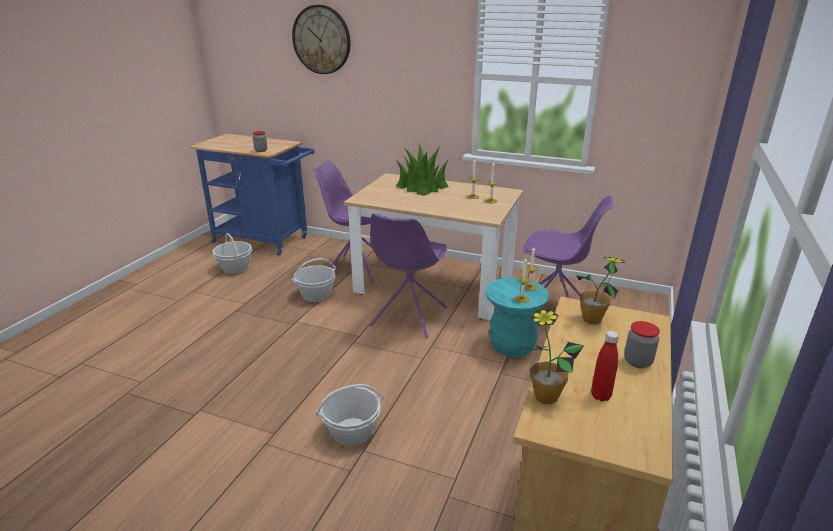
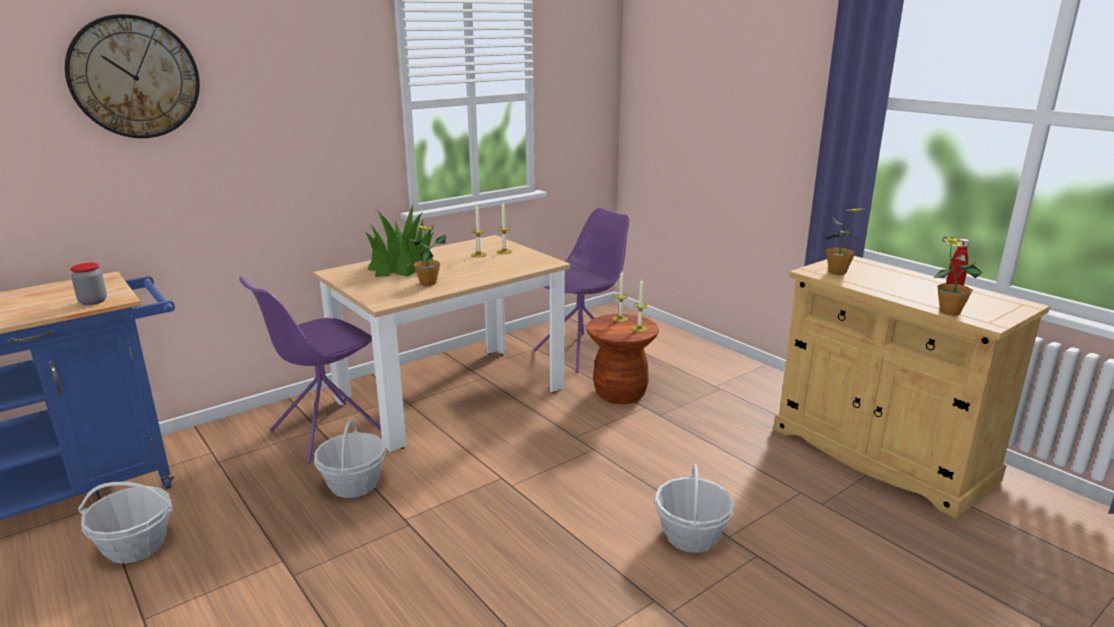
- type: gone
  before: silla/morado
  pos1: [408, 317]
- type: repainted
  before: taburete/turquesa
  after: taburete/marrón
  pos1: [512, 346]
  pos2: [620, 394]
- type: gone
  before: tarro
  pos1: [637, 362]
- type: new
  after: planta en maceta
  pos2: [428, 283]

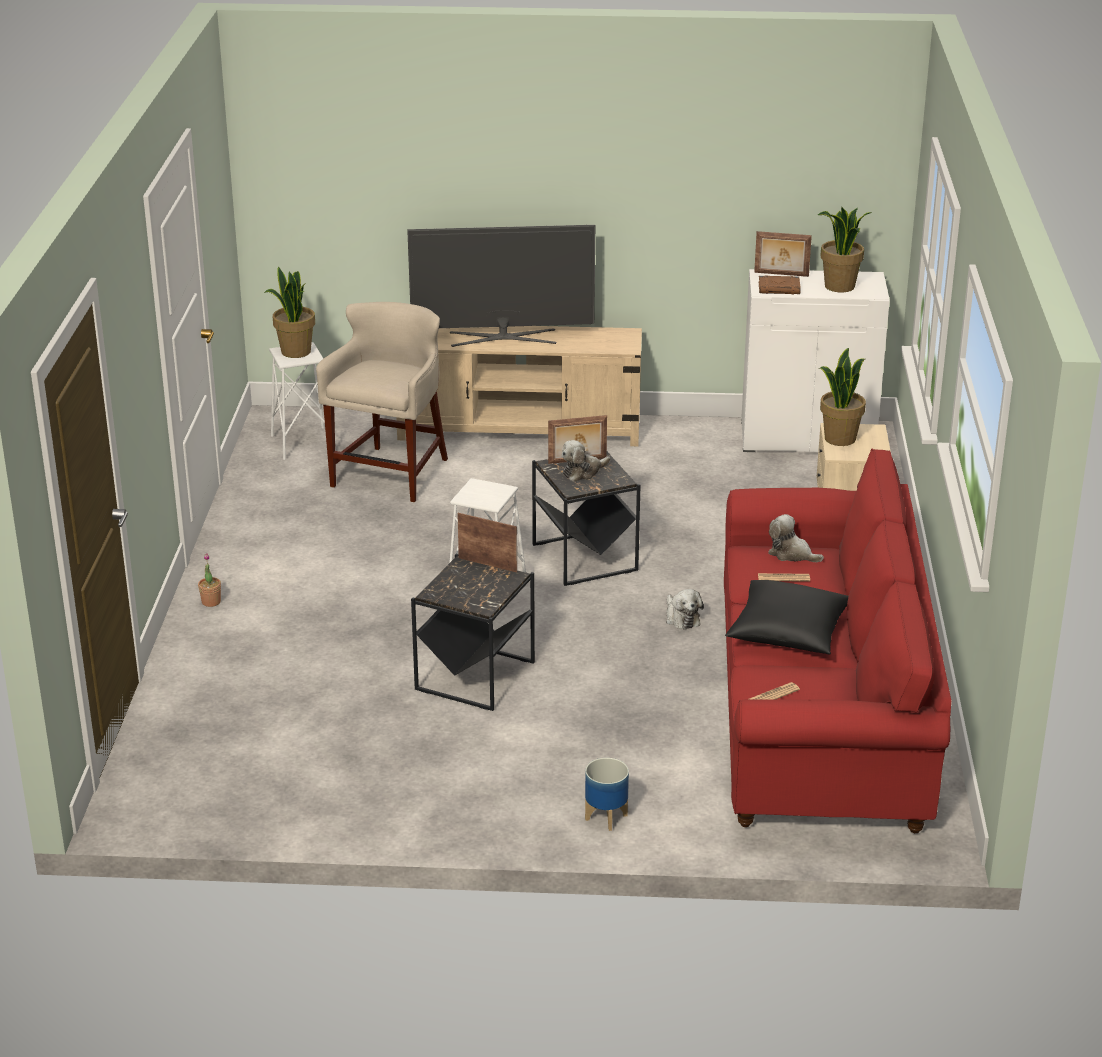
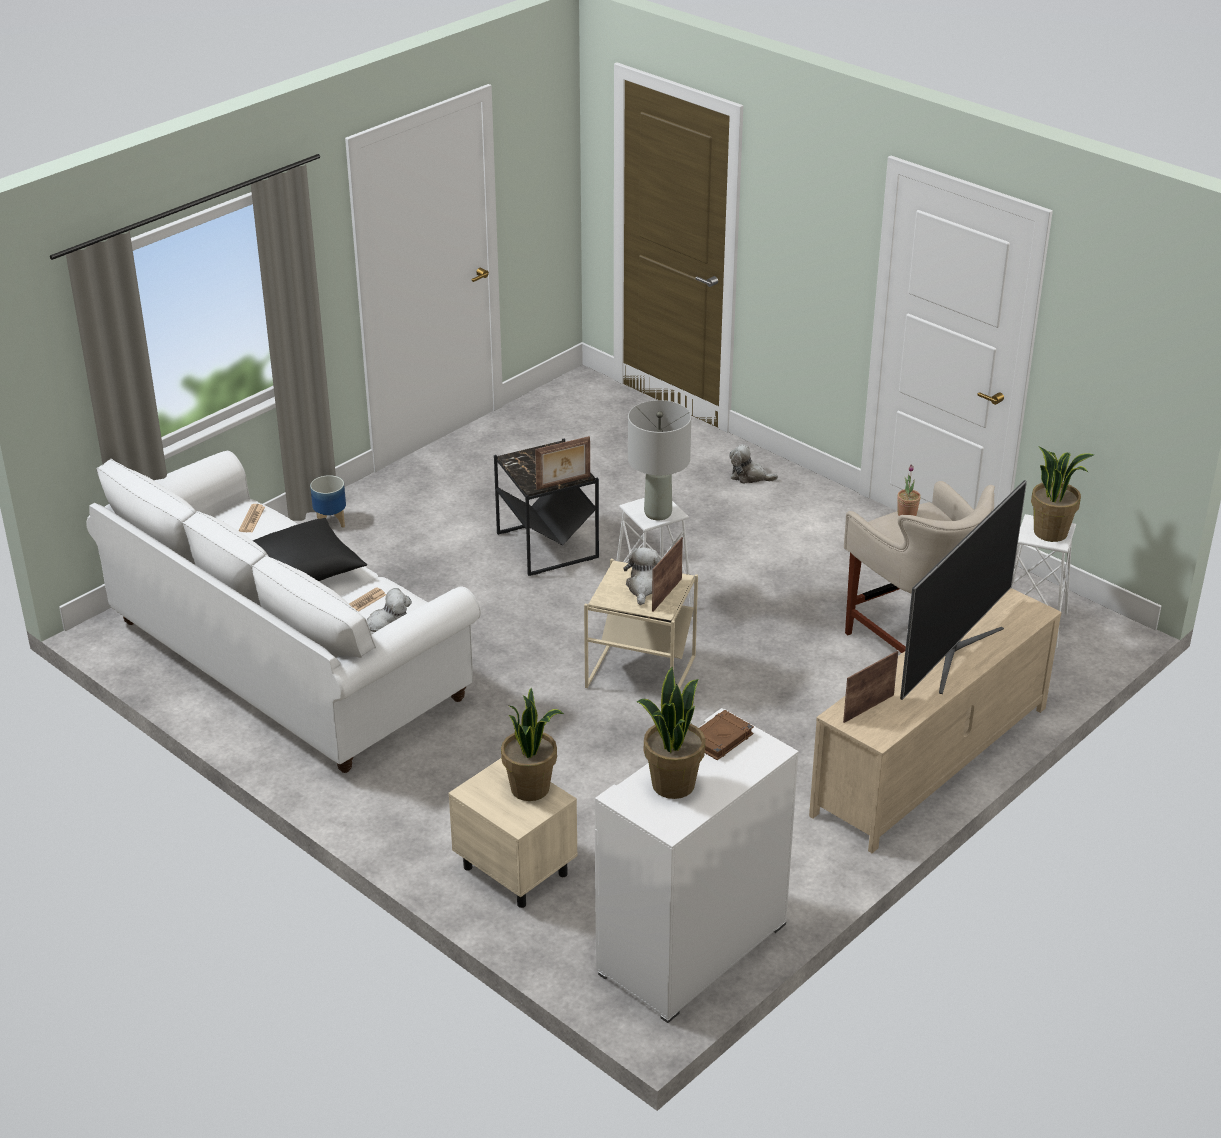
- type: shifted
  before: portarretratos
  pos1: [781, 274]
  pos2: [867, 708]
- type: repainted
  before: sofá/rojo
  after: sofá/blanco
  pos1: [818, 715]
  pos2: [289, 661]
- type: repainted
  before: mesa auxiliar/negro
  after: mesa auxiliar/beis
  pos1: [585, 557]
  pos2: [641, 673]
- type: shifted
  before: planta en maceta
  pos1: [211, 602]
  pos2: [907, 514]
- type: shifted
  before: peluche
  pos1: [681, 618]
  pos2: [749, 476]
- type: new
  after: lámpara de mesa/gris
  pos2: [658, 513]

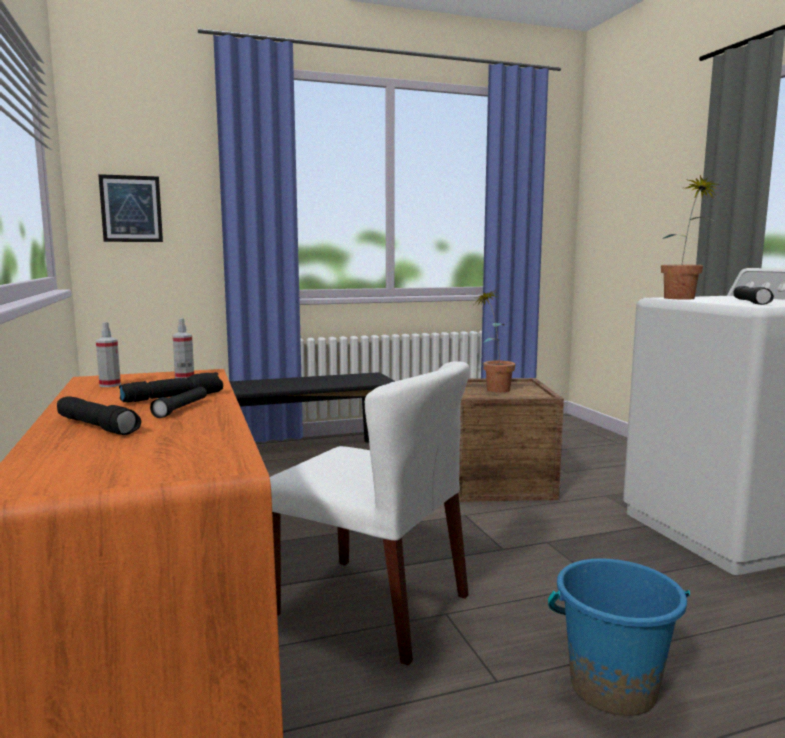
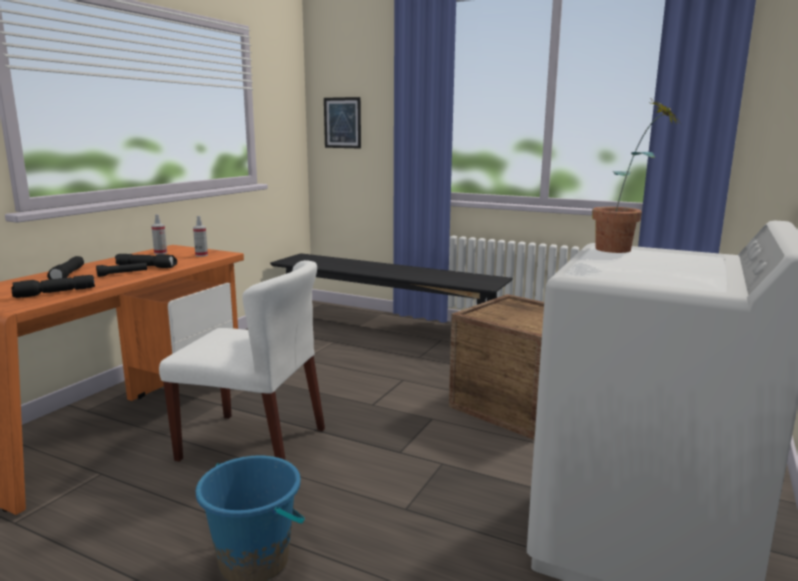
- type: shifted
  before: linterna/negro
  pos1: [751, 302]
  pos2: [54, 293]
- type: gone
  before: planta en maceta
  pos1: [493, 388]
- type: rotated
  before: silla/blanco
  pos1: [373, 606]
  pos2: [254, 444]
  turn: -60

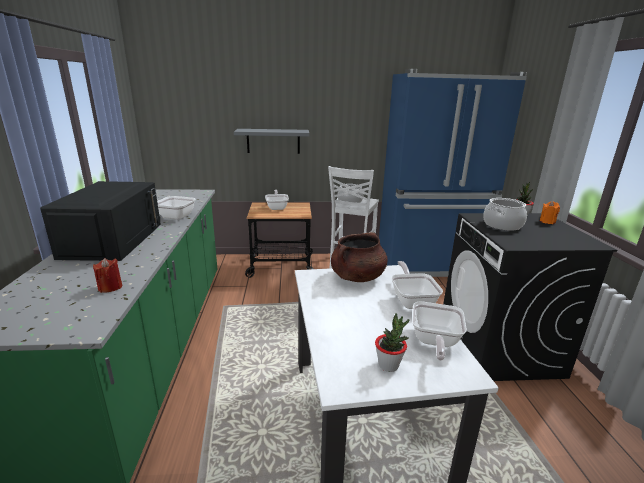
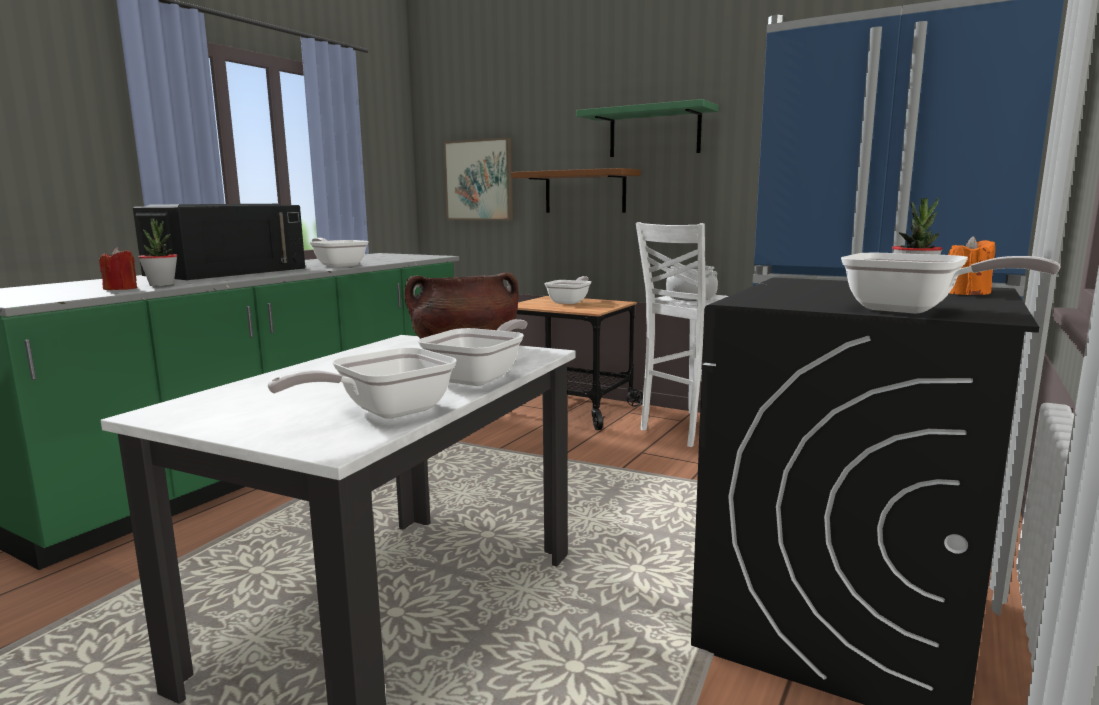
- type: repainted
  before: estante/gris
  after: estante/marrón
  pos1: [273, 141]
  pos2: [585, 192]
- type: gone
  before: olla
  pos1: [502, 225]
- type: shifted
  before: planta en maceta
  pos1: [388, 365]
  pos2: [162, 285]
- type: new
  after: estante/verde
  pos2: [654, 132]
- type: new
  after: cuadro
  pos2: [479, 180]
- type: new
  after: sartén
  pos2: [913, 310]

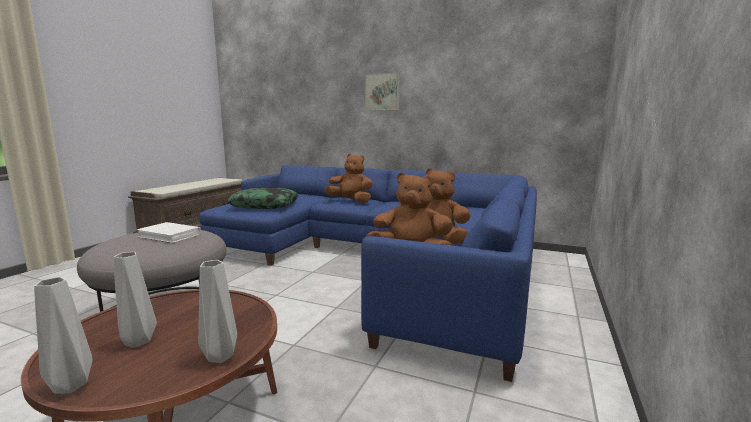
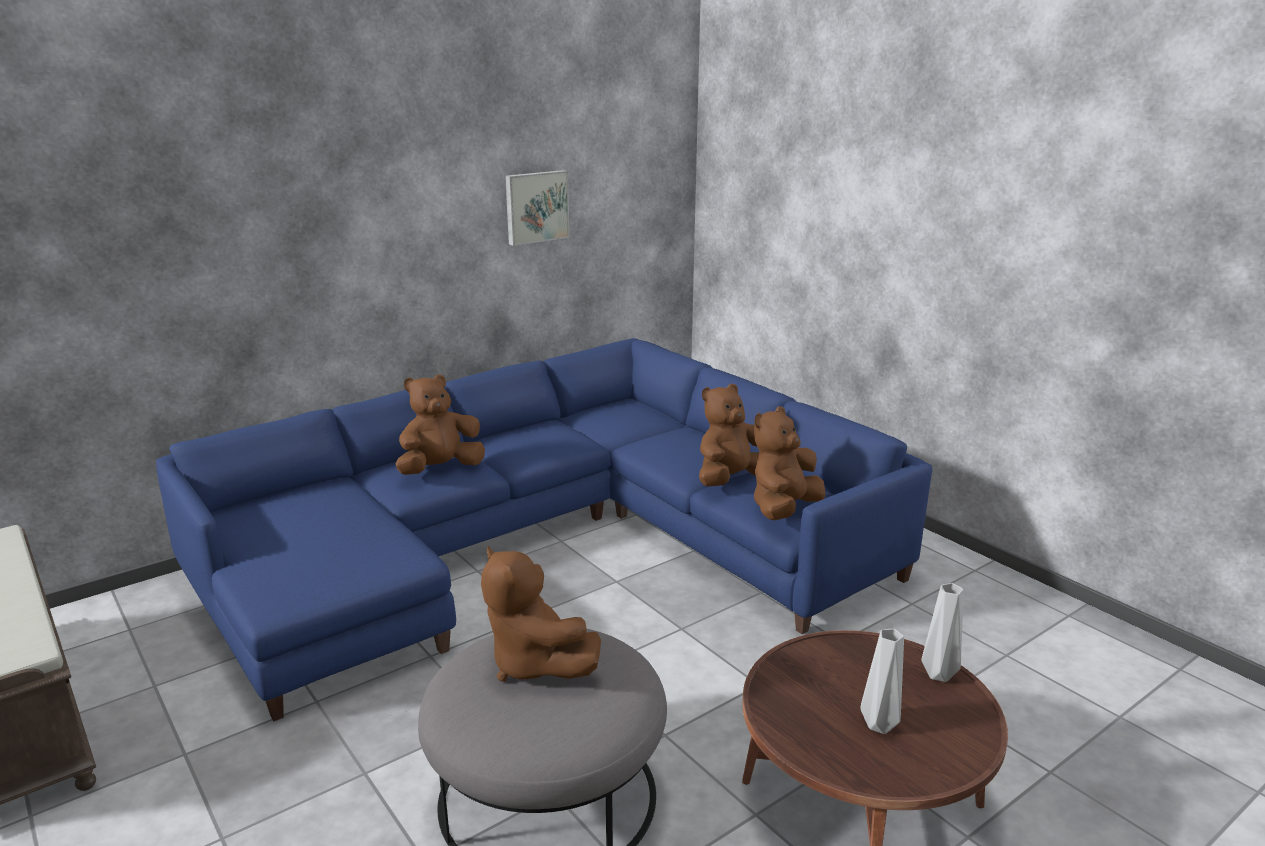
- type: shifted
  before: cuadro
  pos1: [382, 92]
  pos2: [536, 207]
- type: gone
  before: cojín
  pos1: [265, 205]
- type: swapped
  before: libro/blanco
  after: peluche/marrón
  pos1: [170, 236]
  pos2: [534, 664]
- type: gone
  before: florero/gris
  pos1: [72, 386]

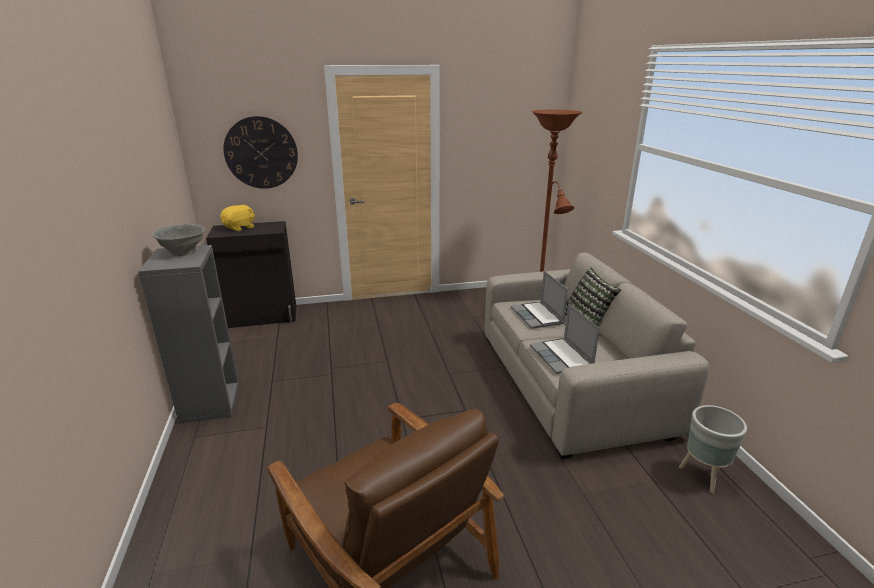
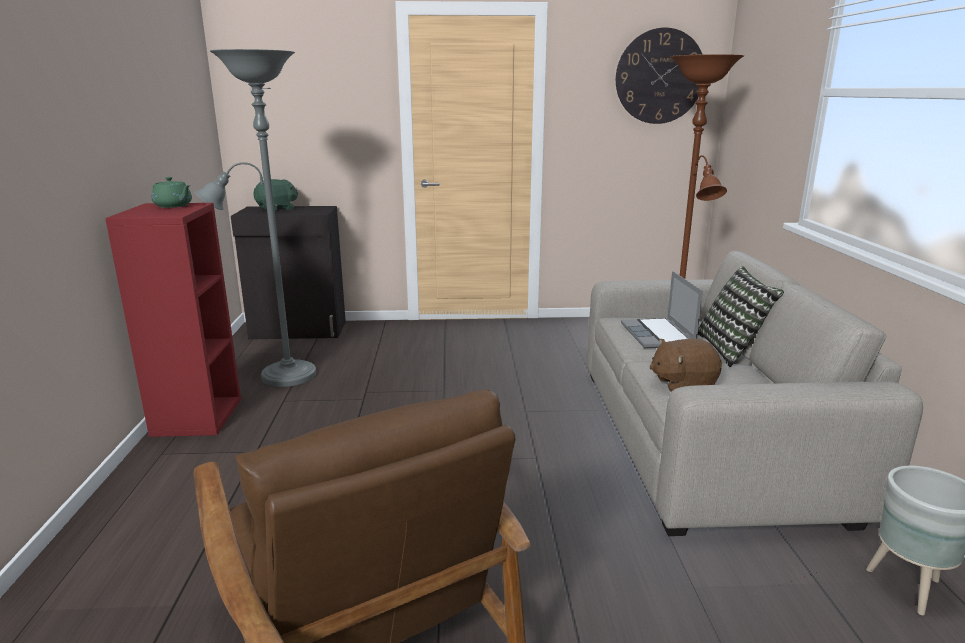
- type: shifted
  before: reloj de pared
  pos1: [261, 153]
  pos2: [660, 76]
- type: repainted
  before: peluche/amarillo
  after: peluche/verde
  pos1: [240, 228]
  pos2: [277, 209]
- type: swapped
  before: cuenco/gris
  after: tetera/verde
  pos1: [183, 251]
  pos2: [174, 206]
- type: repainted
  before: estantería/gris
  after: estantería/rojo
  pos1: [209, 402]
  pos2: [197, 416]
- type: swapped
  before: portátil
  after: peluche/marrón
  pos1: [562, 357]
  pos2: [683, 384]
- type: new
  after: lámpara de pie/gris
  pos2: [281, 376]

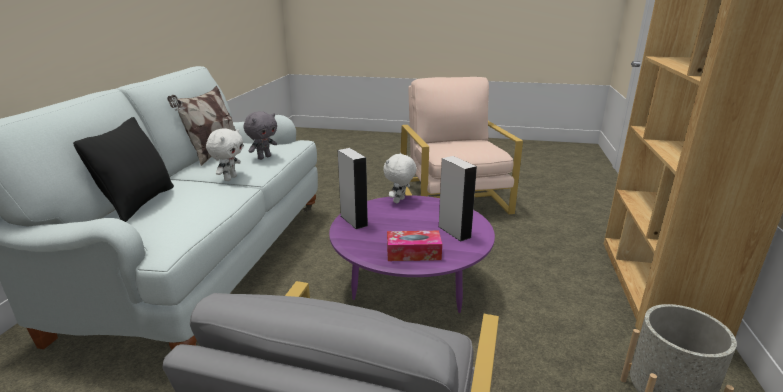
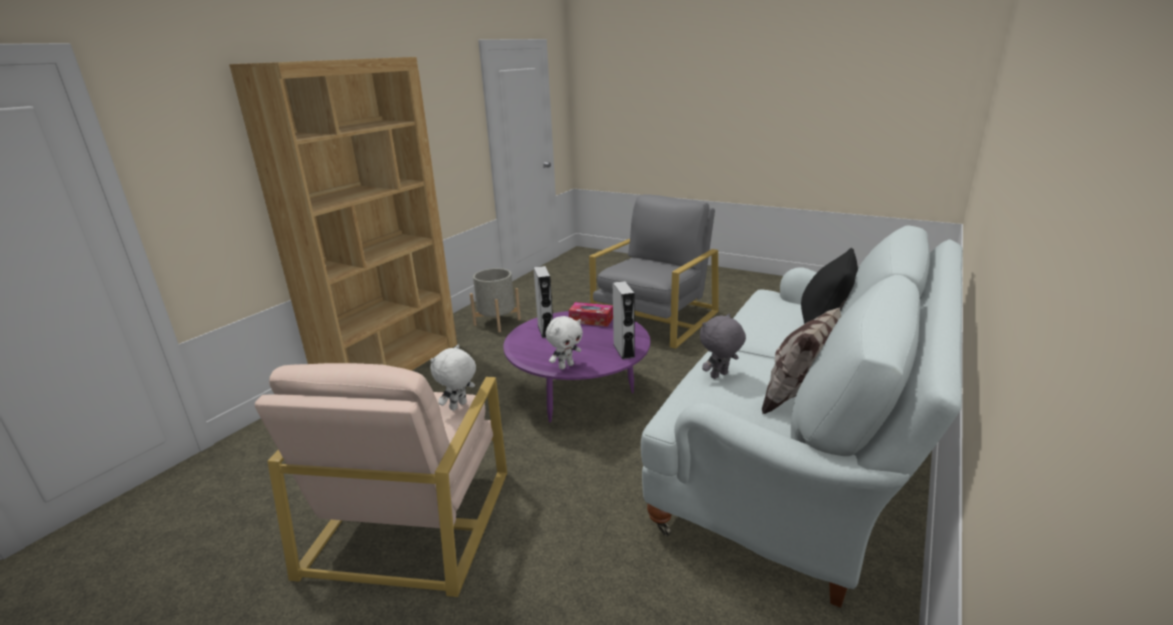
- type: shifted
  before: peluche/blanco
  pos1: [230, 178]
  pos2: [459, 406]

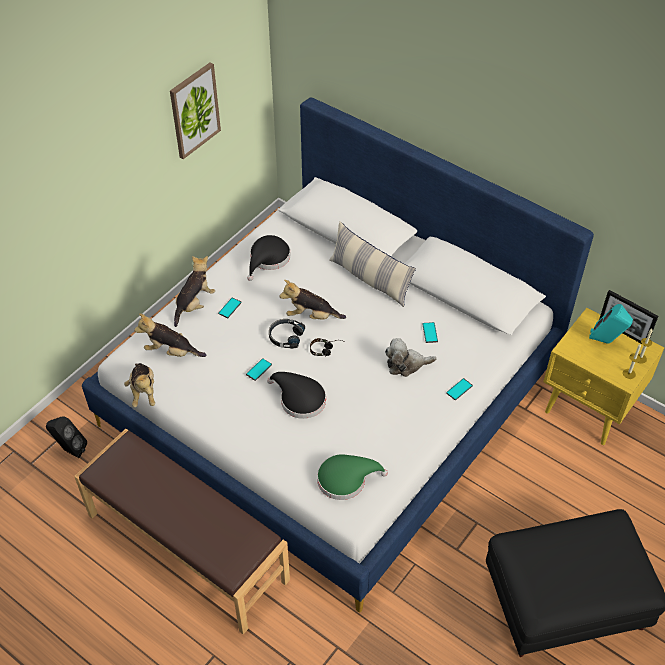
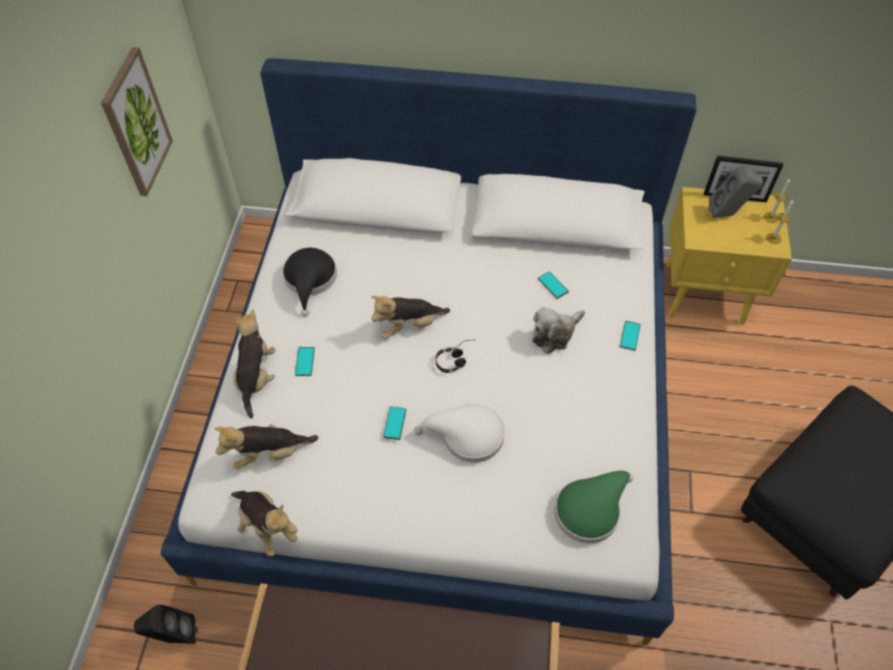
- type: gone
  before: cojín
  pos1: [370, 279]
- type: repainted
  before: altavoz/turquesa
  after: altavoz/gris
  pos1: [606, 341]
  pos2: [727, 214]
- type: gone
  before: auriculares/negro
  pos1: [285, 336]
- type: repainted
  before: sombrero/negro
  after: sombrero/blanco
  pos1: [299, 399]
  pos2: [467, 436]

